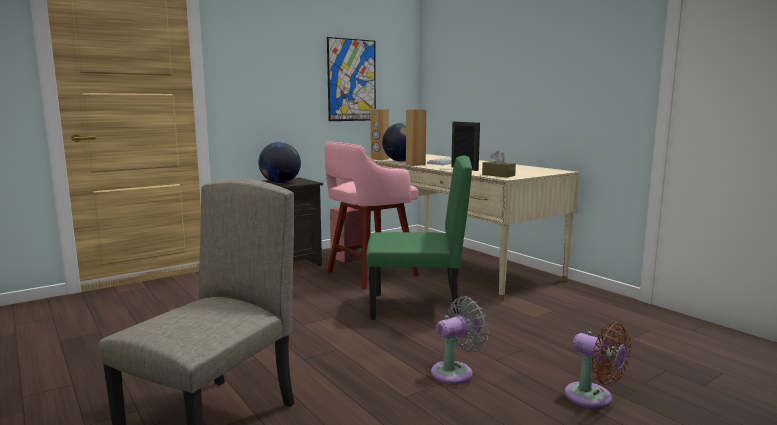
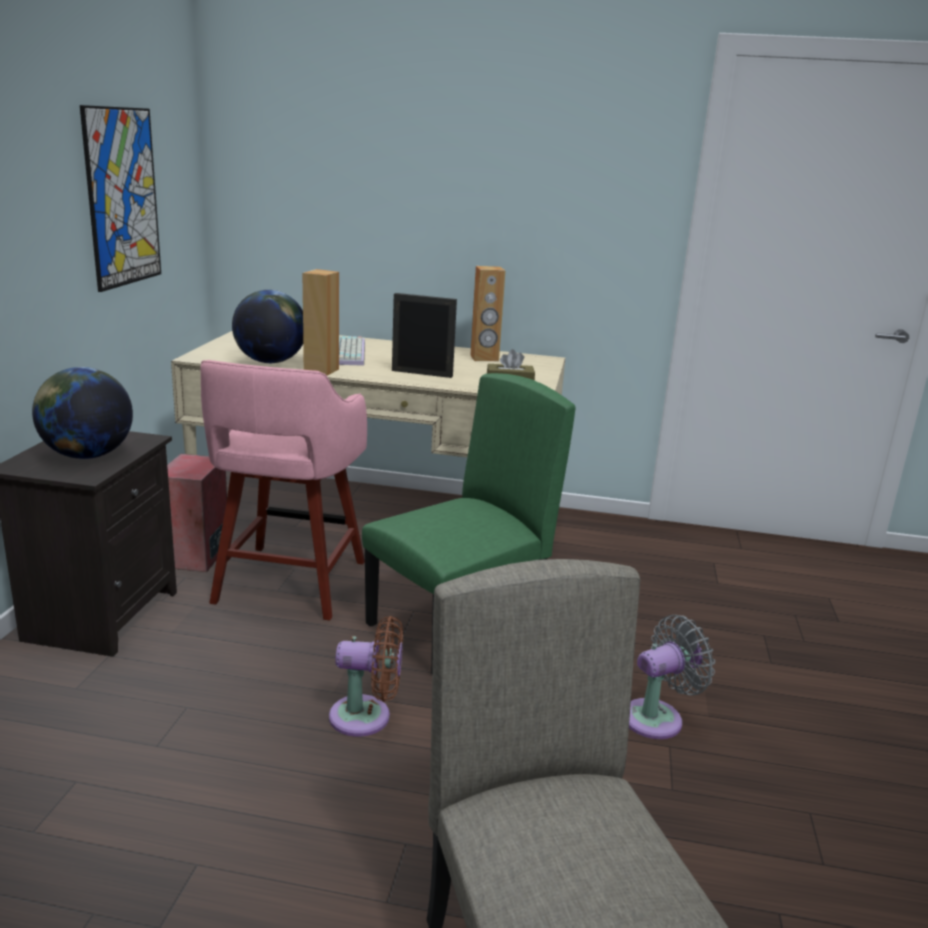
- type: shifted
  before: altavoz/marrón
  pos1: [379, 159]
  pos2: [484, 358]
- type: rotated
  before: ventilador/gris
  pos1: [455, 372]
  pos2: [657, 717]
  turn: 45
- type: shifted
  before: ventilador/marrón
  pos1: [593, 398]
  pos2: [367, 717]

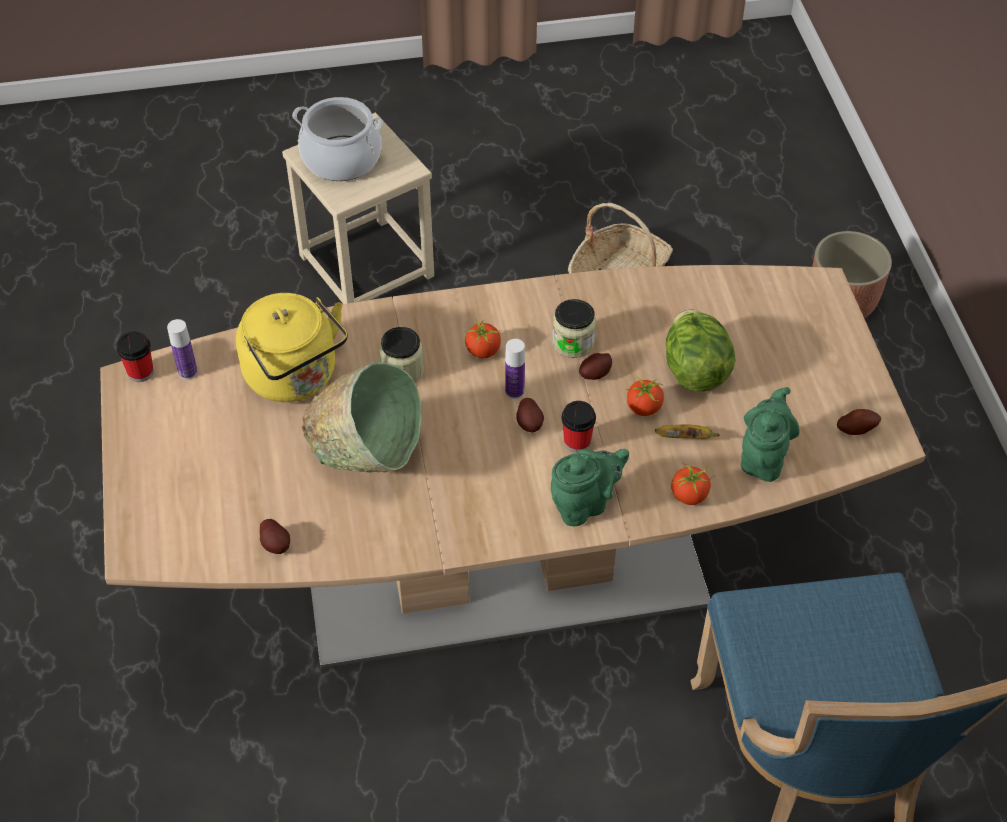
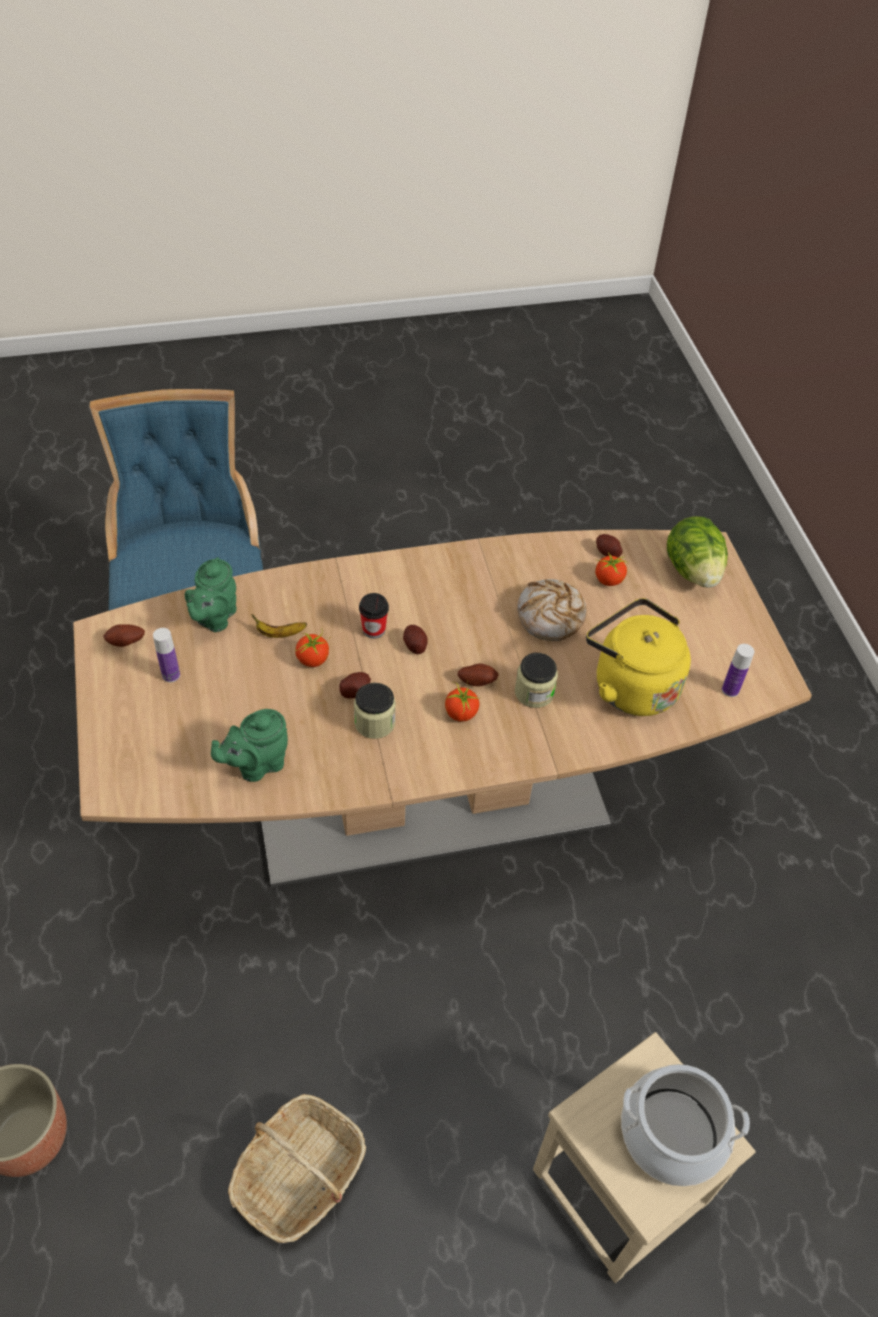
- type: shifted
  before: lechuga
  pos1: [695, 371]
  pos2: [692, 571]
- type: gone
  before: taza
  pos1: [140, 372]
- type: shifted
  before: botella
  pos1: [514, 391]
  pos2: [171, 675]
- type: swapped
  before: cuenco/verde
  after: pan
  pos1: [368, 456]
  pos2: [550, 617]
- type: shifted
  before: tetera/verde
  pos1: [584, 504]
  pos2: [257, 765]
- type: shifted
  before: tomate
  pos1: [689, 495]
  pos2: [608, 580]
- type: new
  after: patata
  pos2: [477, 681]

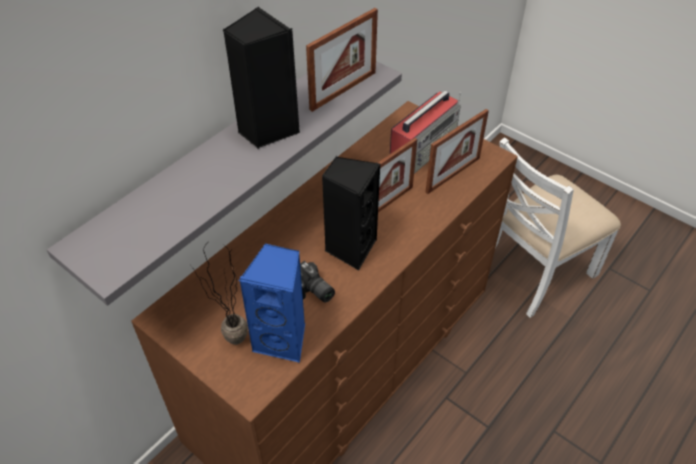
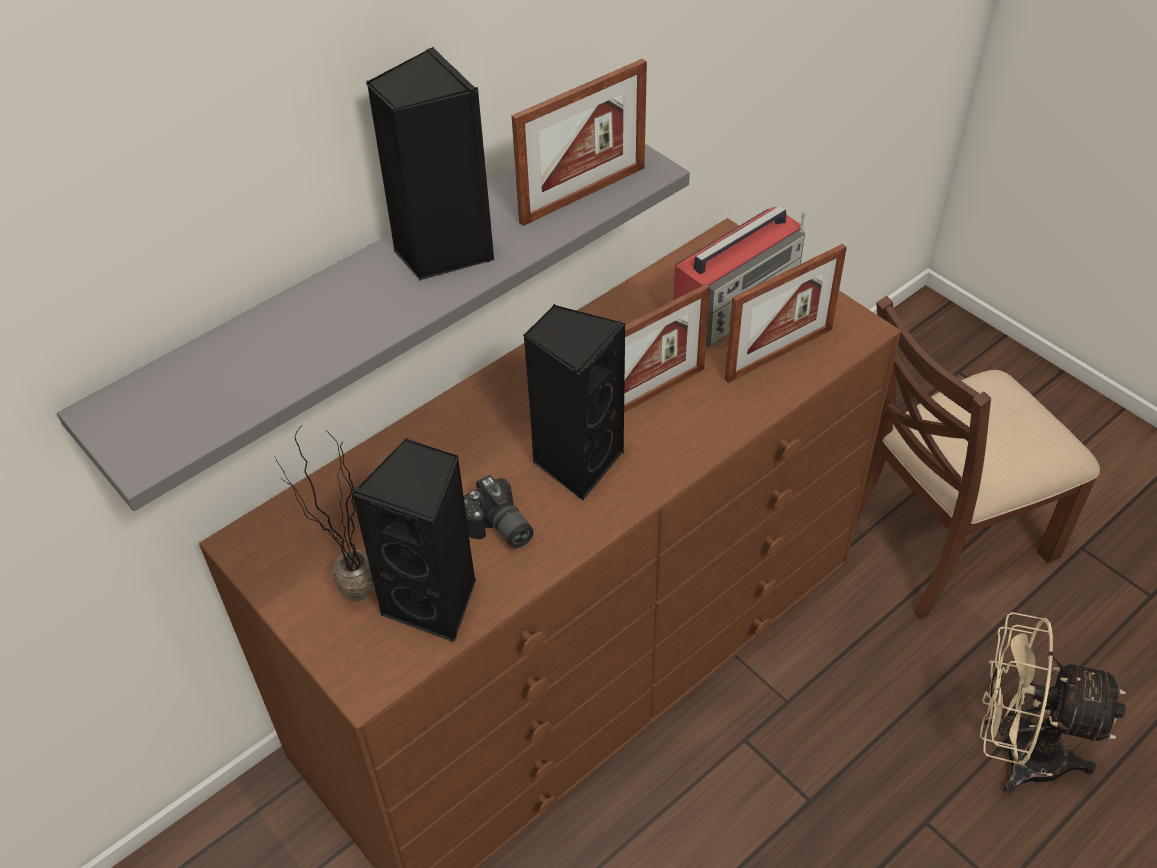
- type: repainted
  before: silla/blanco
  after: silla/marrón
  pos1: [535, 271]
  pos2: [944, 538]
- type: repainted
  before: altavoz/azul
  after: altavoz/negro
  pos1: [283, 339]
  pos2: [435, 601]
- type: new
  after: ventilador/beis
  pos2: [1017, 753]

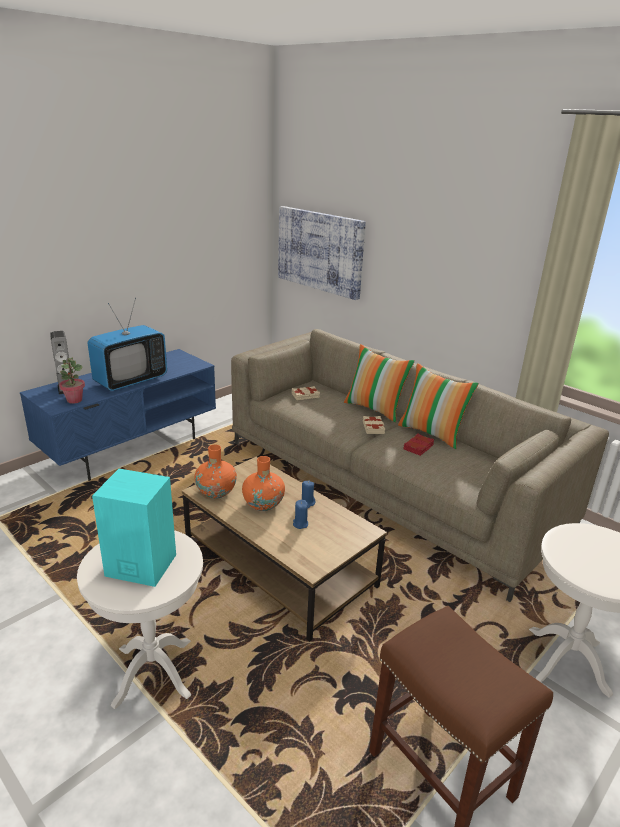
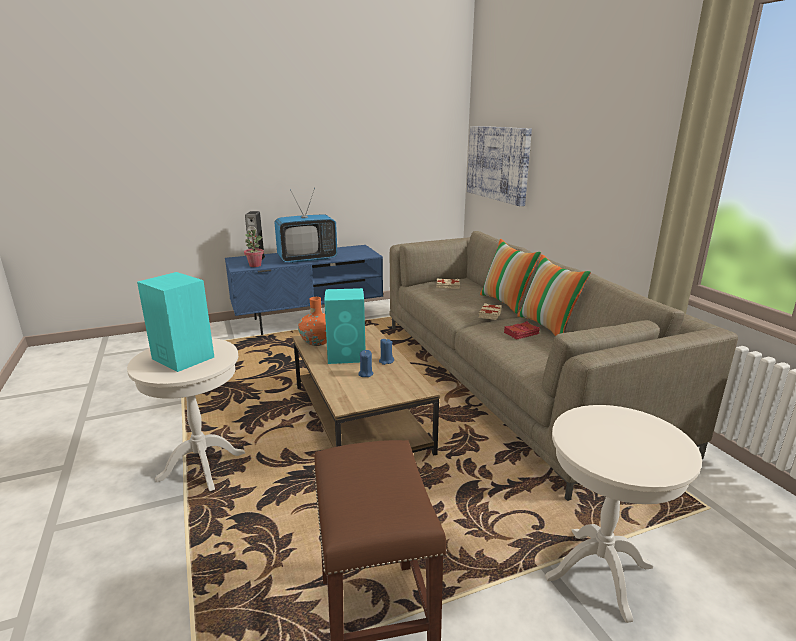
- type: swapped
  before: florero/naranja
  after: altavoz/turquesa
  pos1: [263, 504]
  pos2: [347, 355]

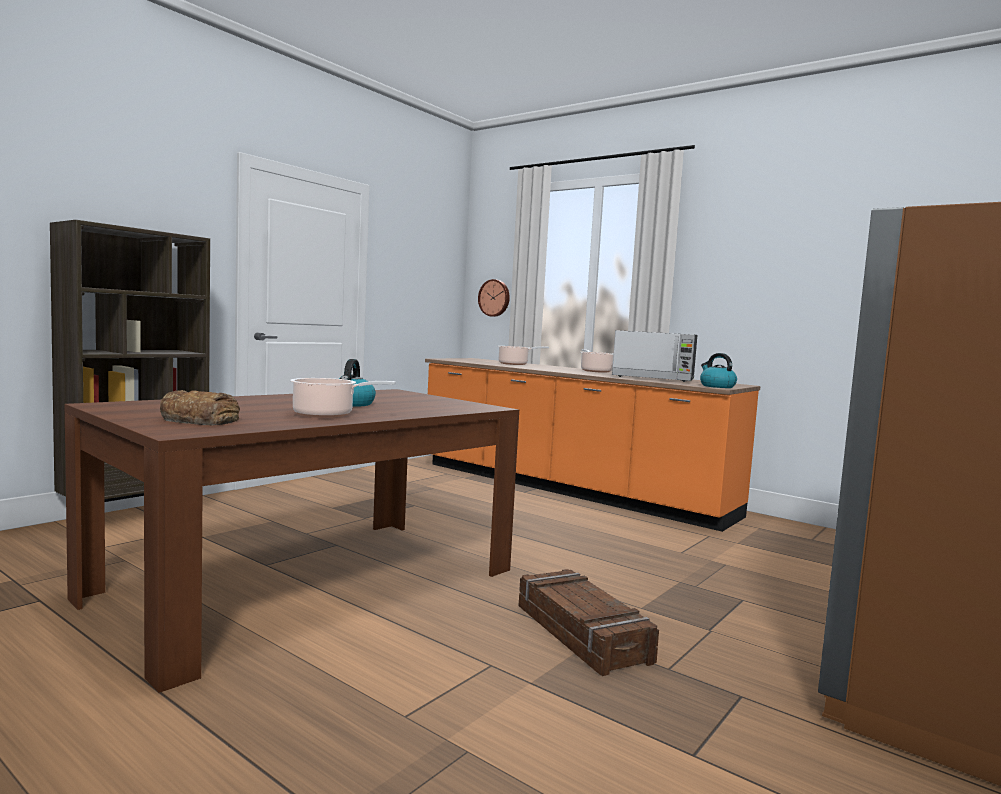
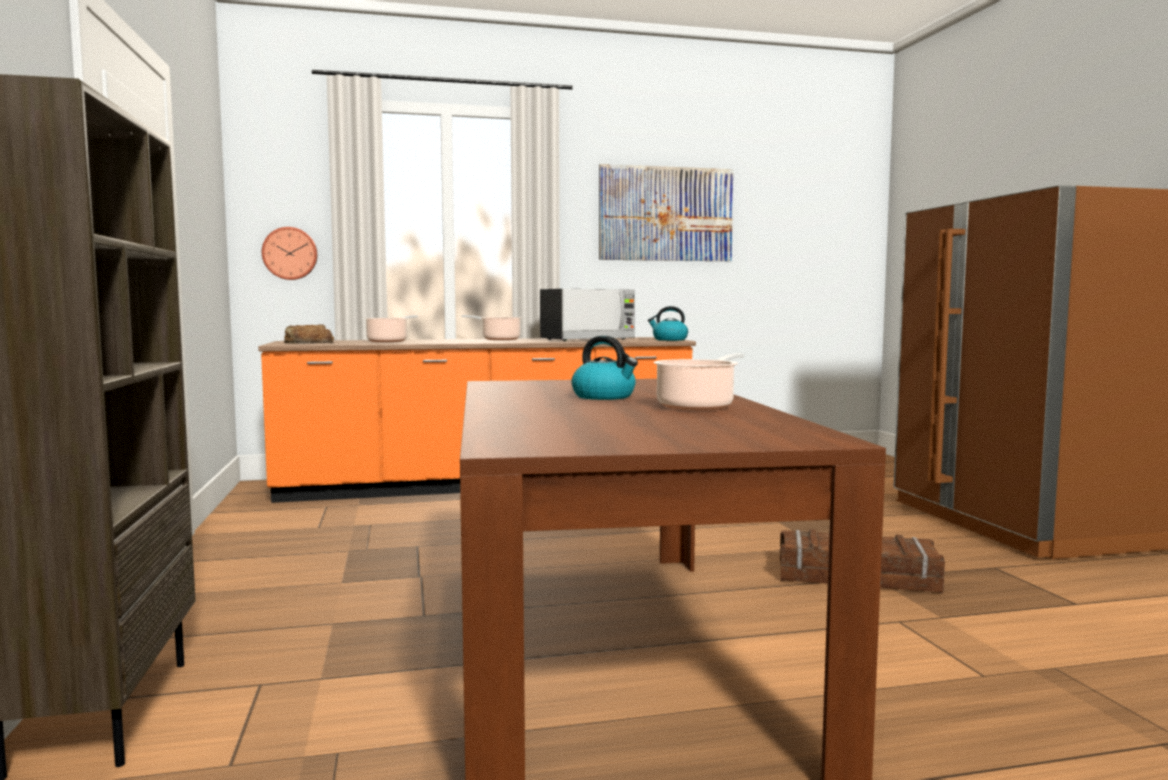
- type: shifted
  before: pan
  pos1: [200, 419]
  pos2: [307, 342]
- type: new
  after: cuadro
  pos2: [666, 214]

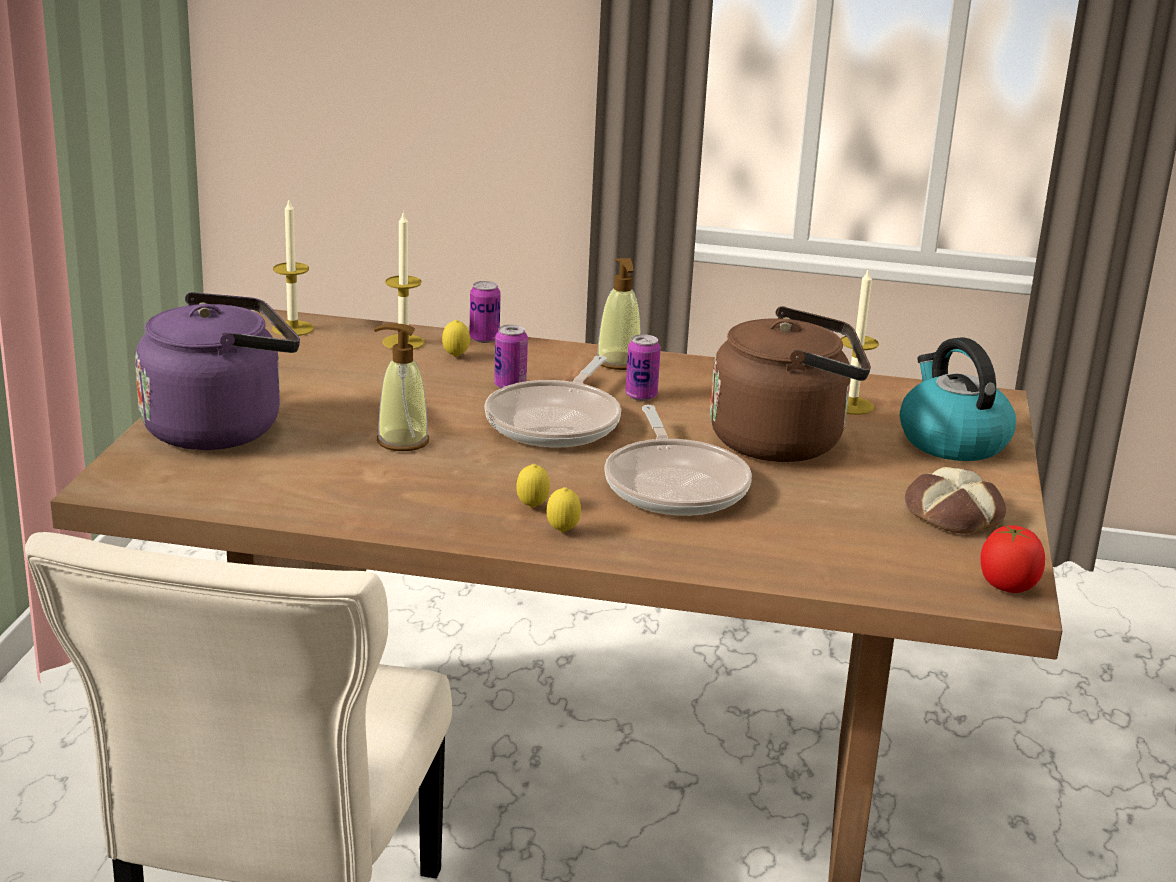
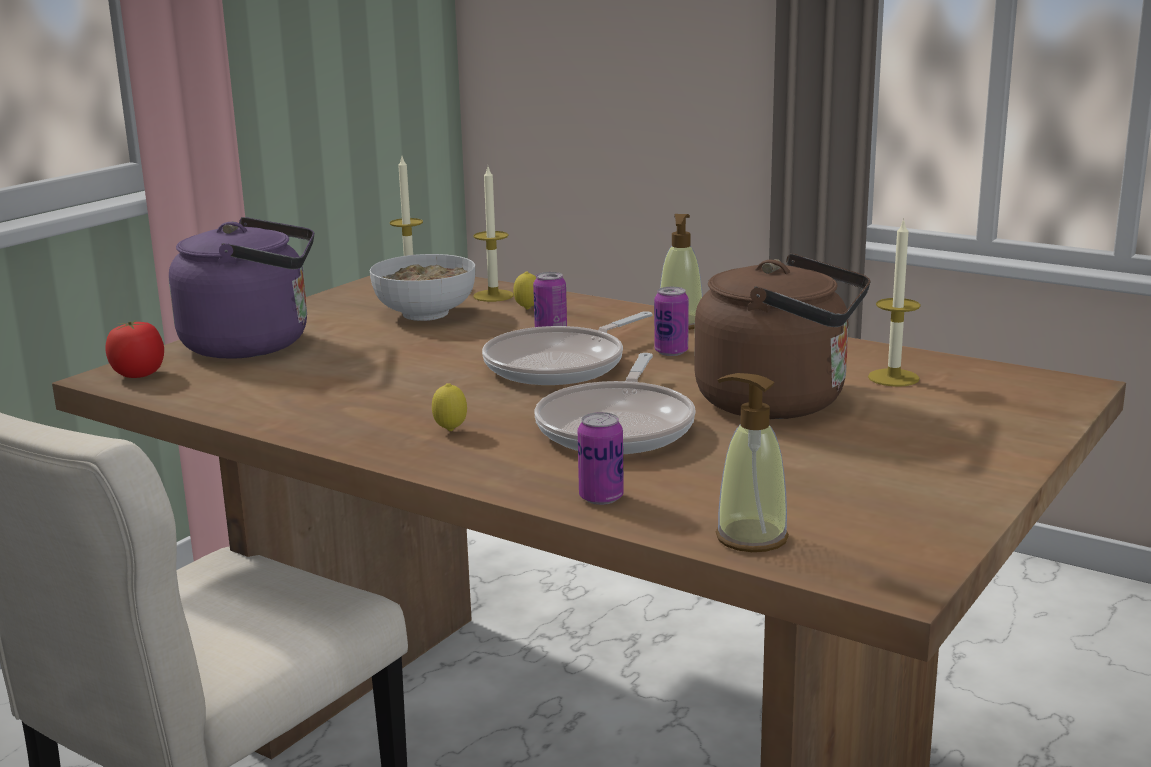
- type: shifted
  before: lata
  pos1: [484, 338]
  pos2: [601, 497]
- type: shifted
  before: dispensador de jabón
  pos1: [402, 441]
  pos2: [751, 537]
- type: gone
  before: hervidor
  pos1: [951, 441]
- type: gone
  before: pan
  pos1: [951, 515]
- type: gone
  before: limón
  pos1: [562, 532]
- type: shifted
  before: tomate
  pos1: [1007, 586]
  pos2: [139, 375]
- type: new
  after: cuenco
  pos2: [425, 314]

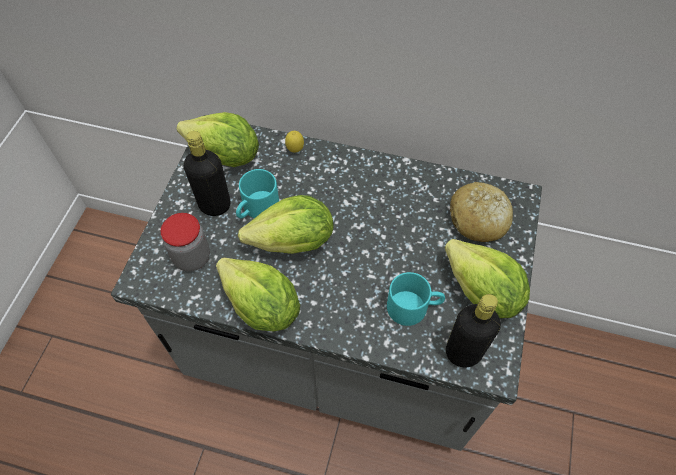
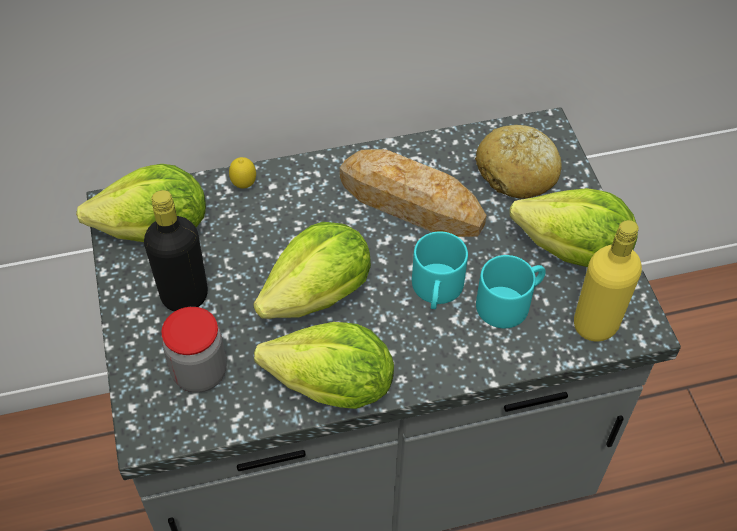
- type: shifted
  before: taza grande/turquesa
  pos1: [257, 209]
  pos2: [437, 291]
- type: repainted
  before: botella/negro
  after: botella/amarillo
  pos1: [463, 352]
  pos2: [595, 324]
- type: new
  after: pan
  pos2: [410, 202]

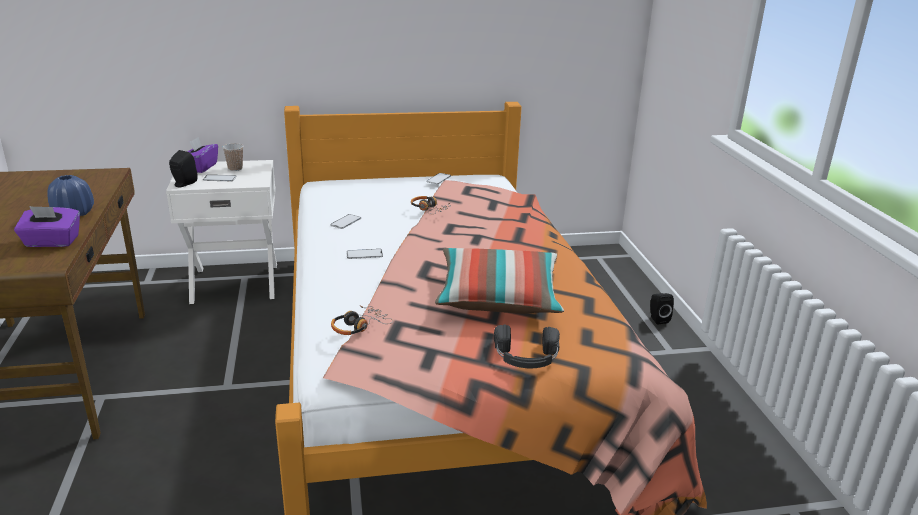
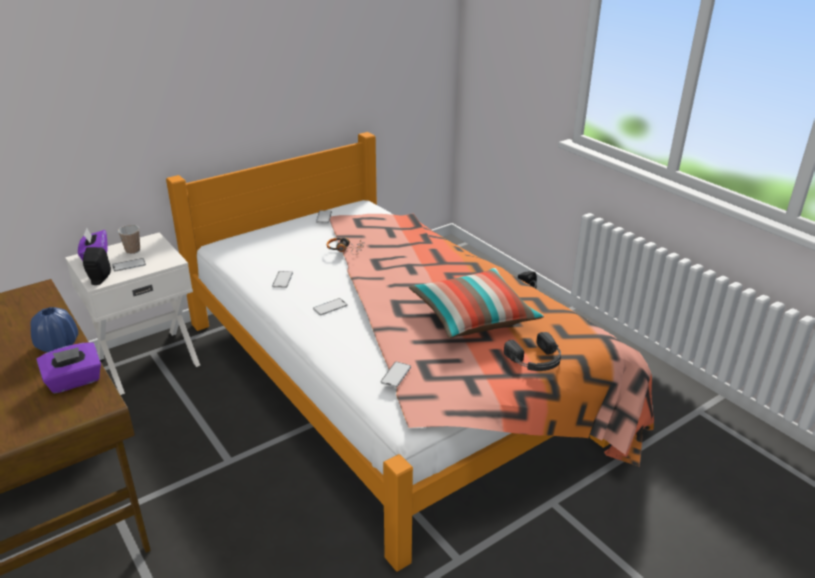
- type: swapped
  before: auriculares
  after: móvil
  pos1: [359, 326]
  pos2: [396, 375]

